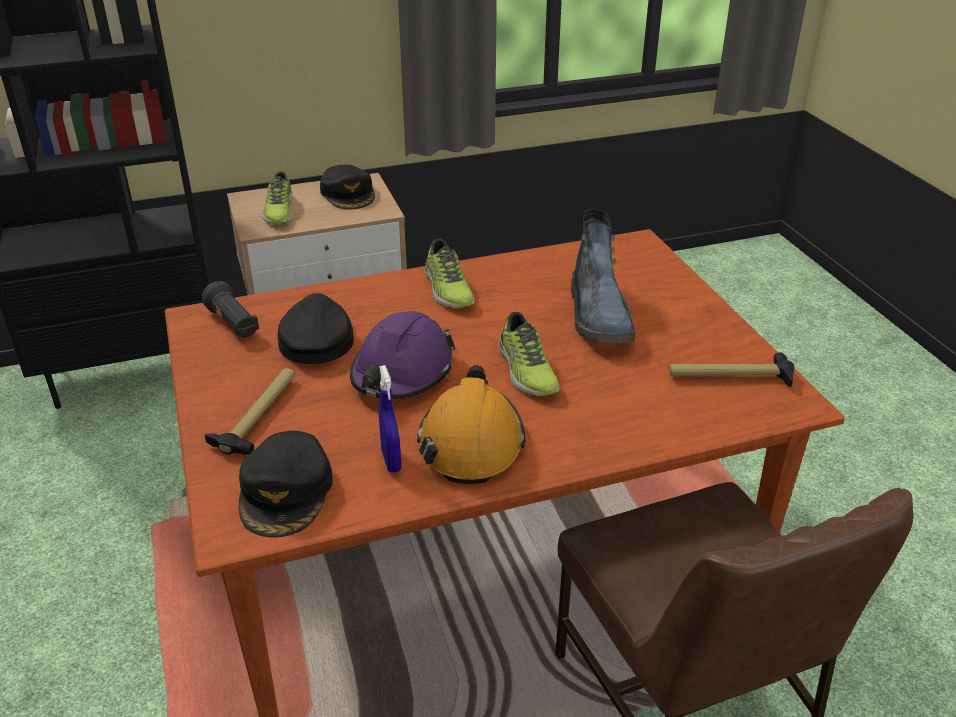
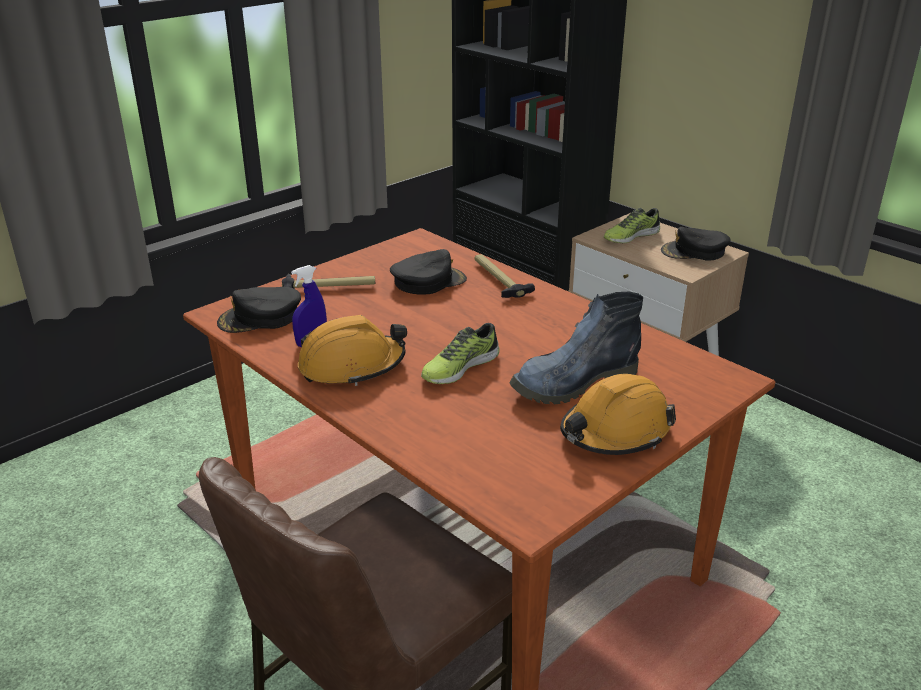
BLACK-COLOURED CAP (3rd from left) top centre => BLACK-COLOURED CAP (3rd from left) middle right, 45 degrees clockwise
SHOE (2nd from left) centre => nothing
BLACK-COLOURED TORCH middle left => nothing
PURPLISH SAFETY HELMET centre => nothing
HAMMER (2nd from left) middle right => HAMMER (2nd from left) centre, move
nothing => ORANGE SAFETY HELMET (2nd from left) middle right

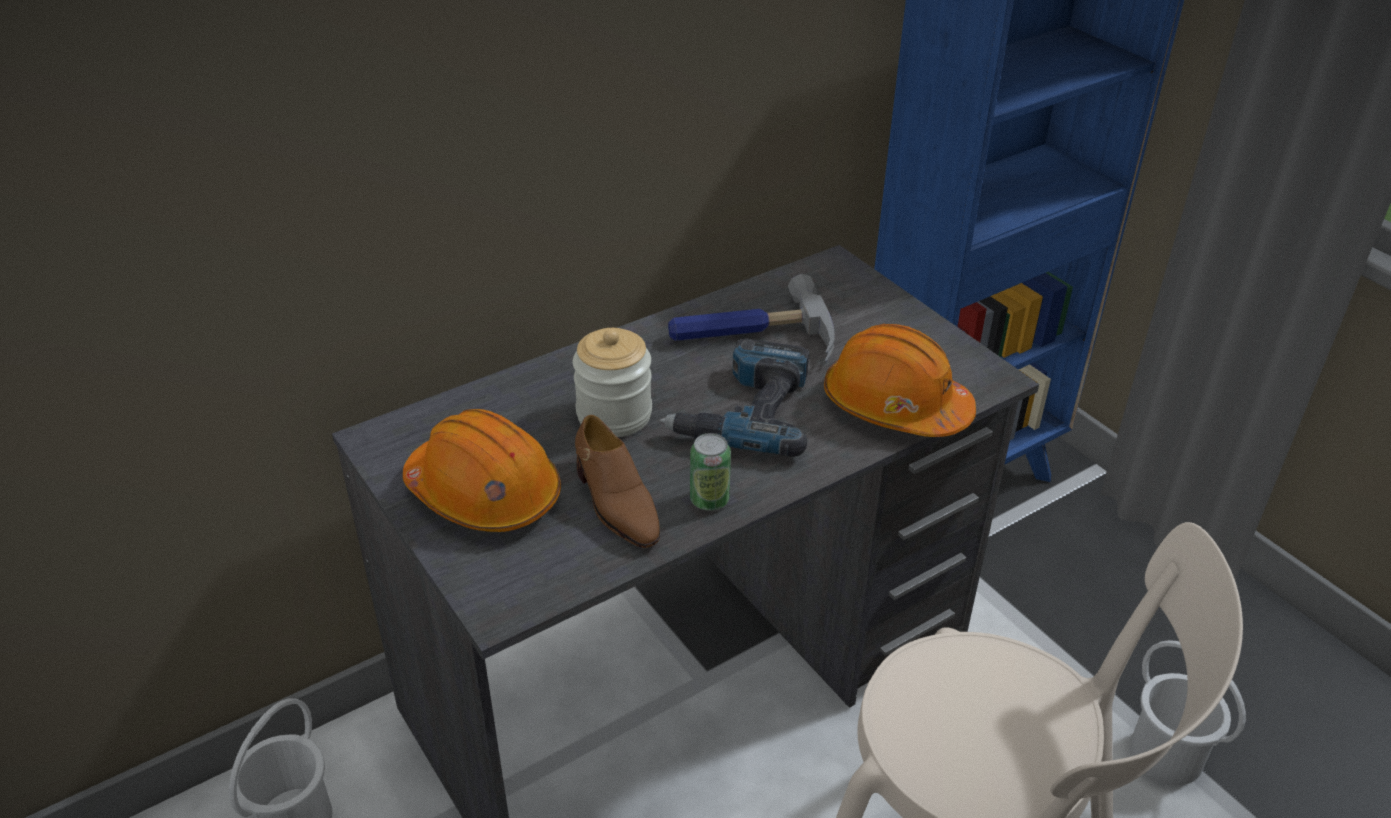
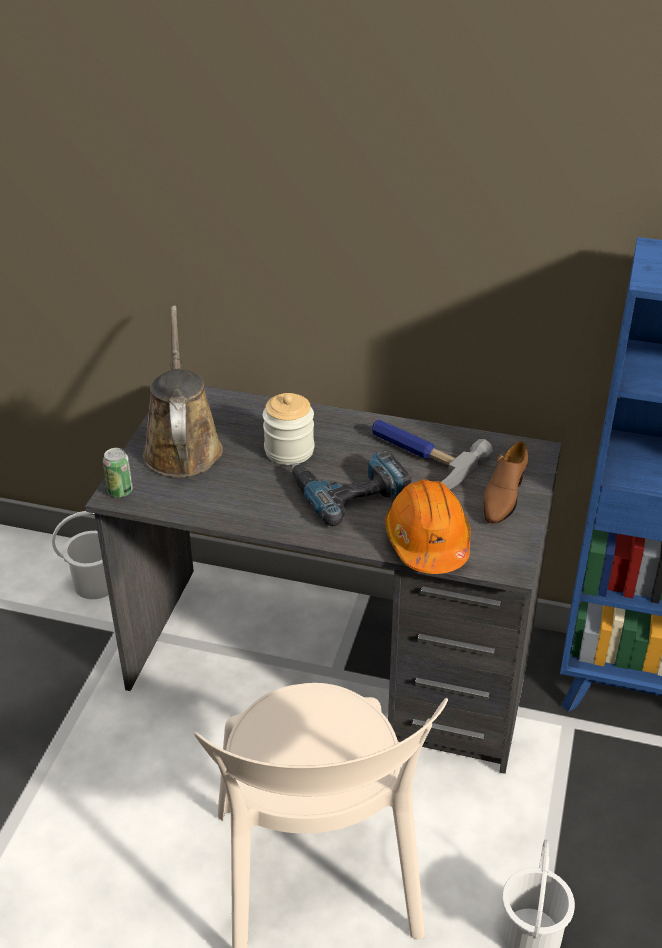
ORANGE SAFETY HELMET (1st from left) centre => BROWNISH WATERING CAN middle left
BROWNISH SHOE centre => BROWNISH SHOE middle right, move
SEALED CAN centre => SEALED CAN middle left, move

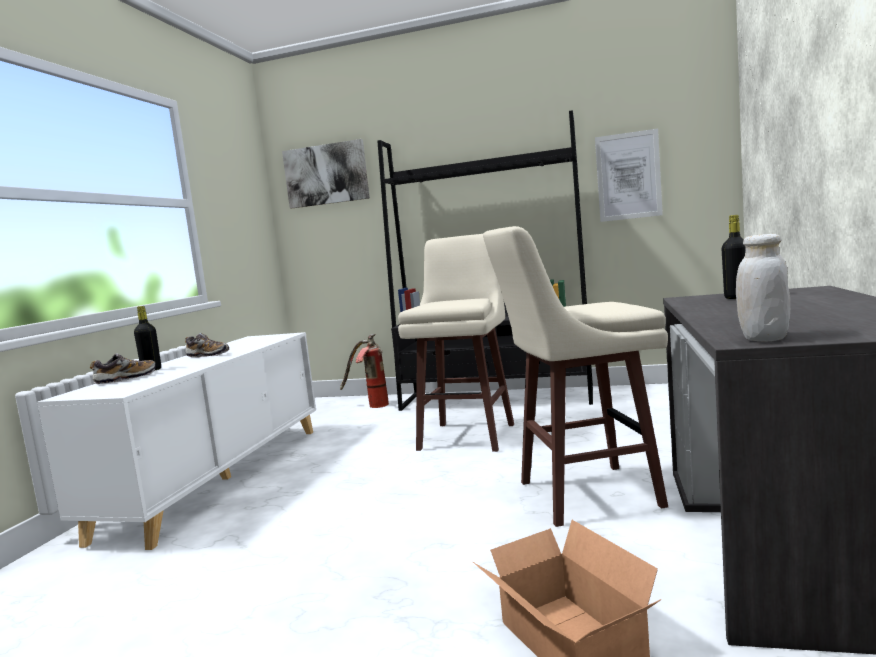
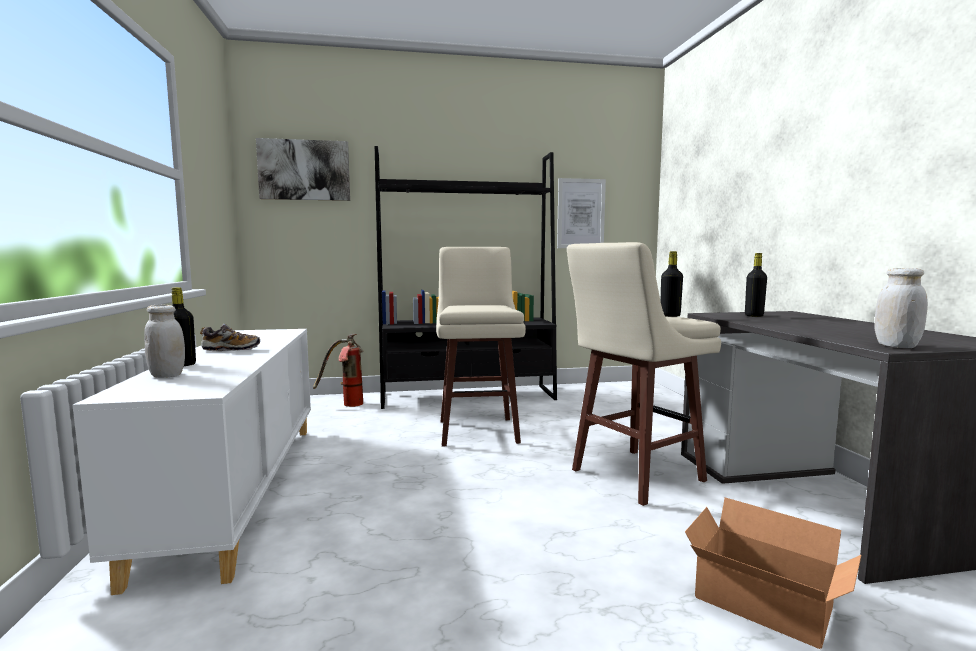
SHOE (1st from left) middle left => WHITISH JAR (1st from left) middle left
nothing => BLACK-COLOURED BEVERAGE BOTTLE (2nd from left) middle right

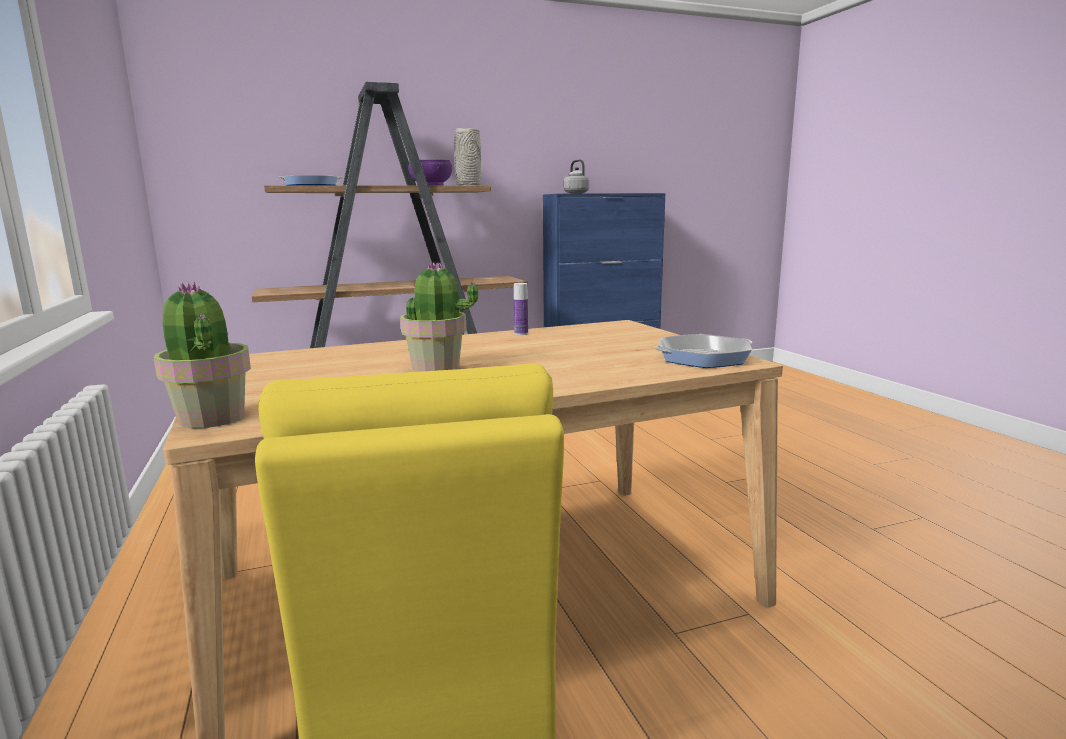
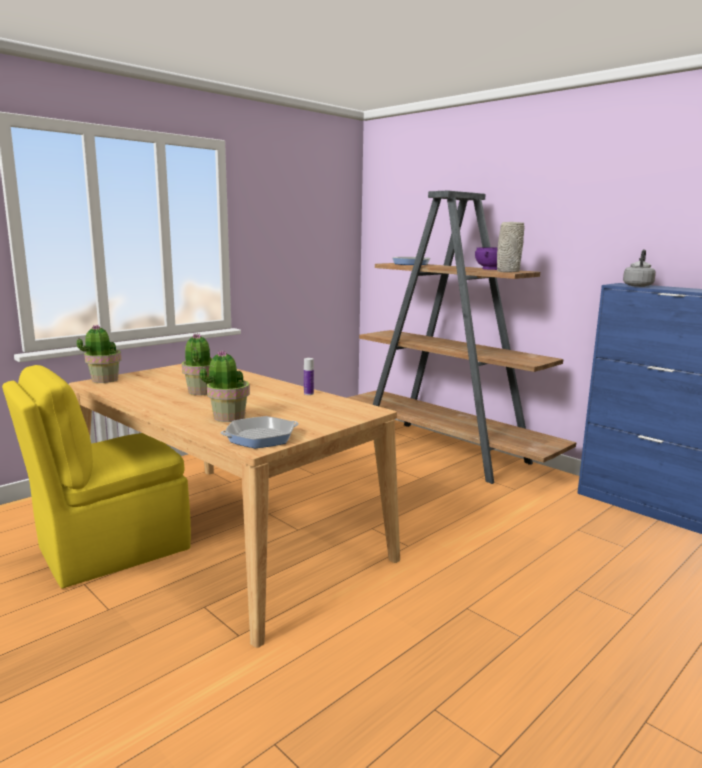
SKILLET (2nd from left in the first image) centre => SKILLET (1st from left) centre, 105 degrees clockwise
nothing => POTTED PLANT (3rd from left) middle left

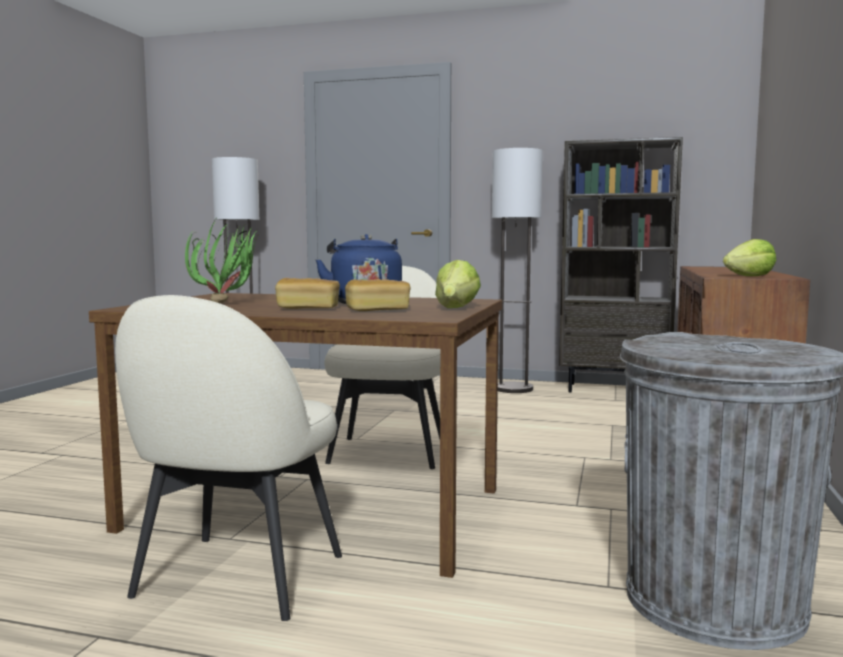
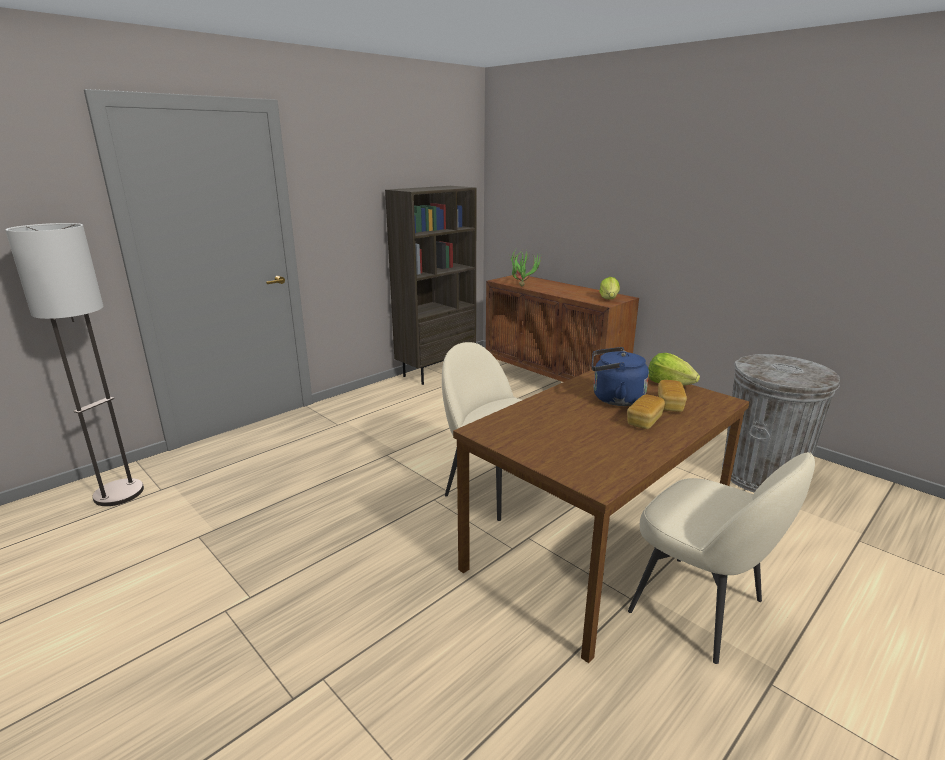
STANDING LAMP (2nd from left) centre => nothing
POTTED PLANT middle left => POTTED PLANT centre, move

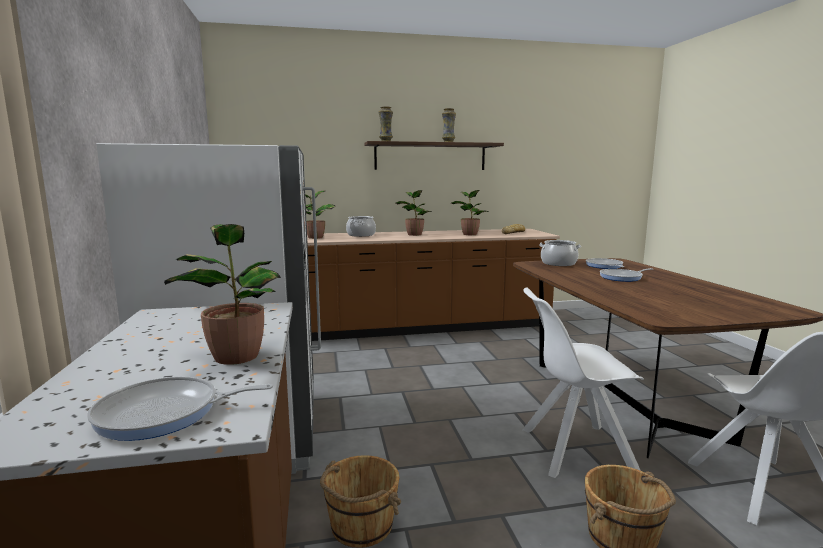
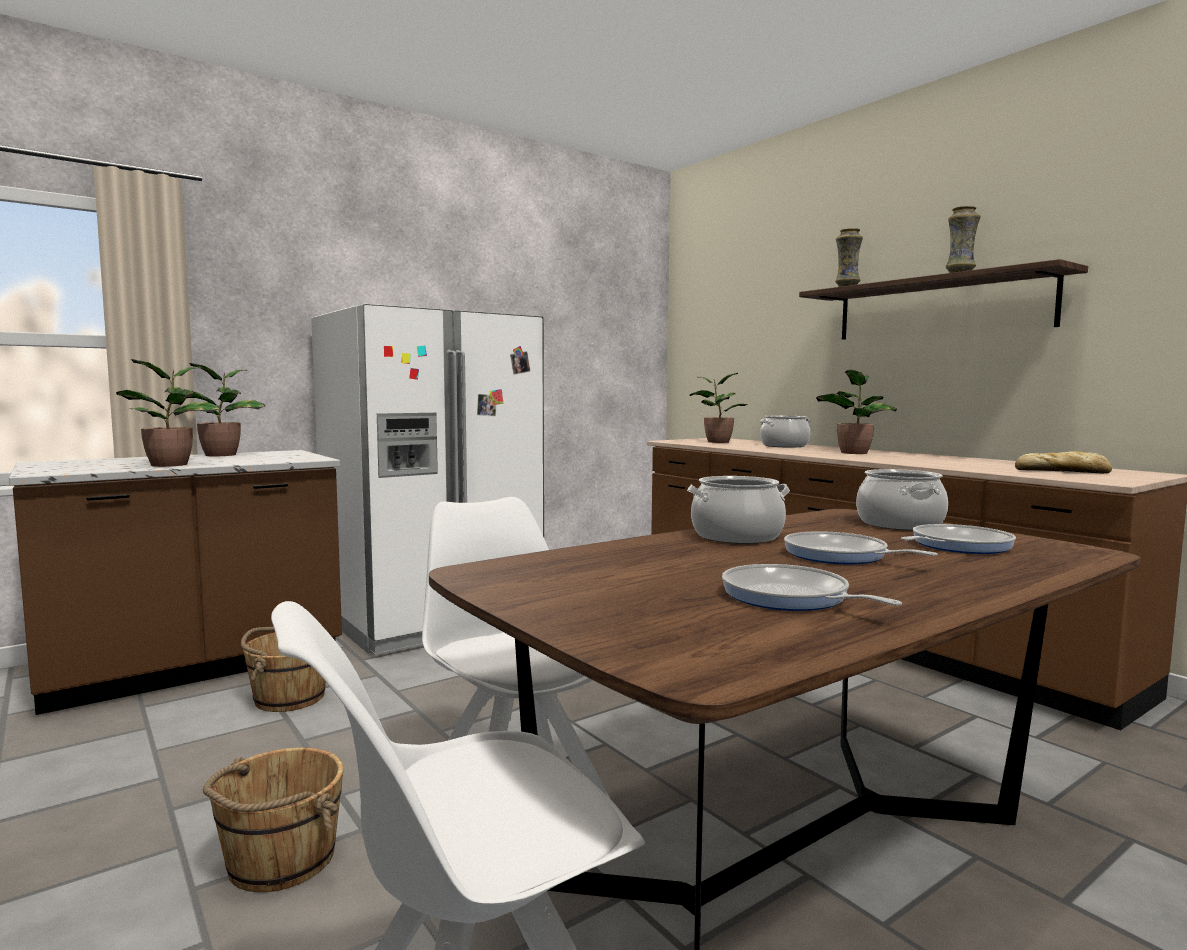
POTTED PLANT (4th from left in the first image) centre => POTTED PLANT (2nd from left) middle left, move
SKILLET (1st from left) bottom left => SKILLET (1st from left) middle right, move
nothing => STOCKPOT (1st from left) centre

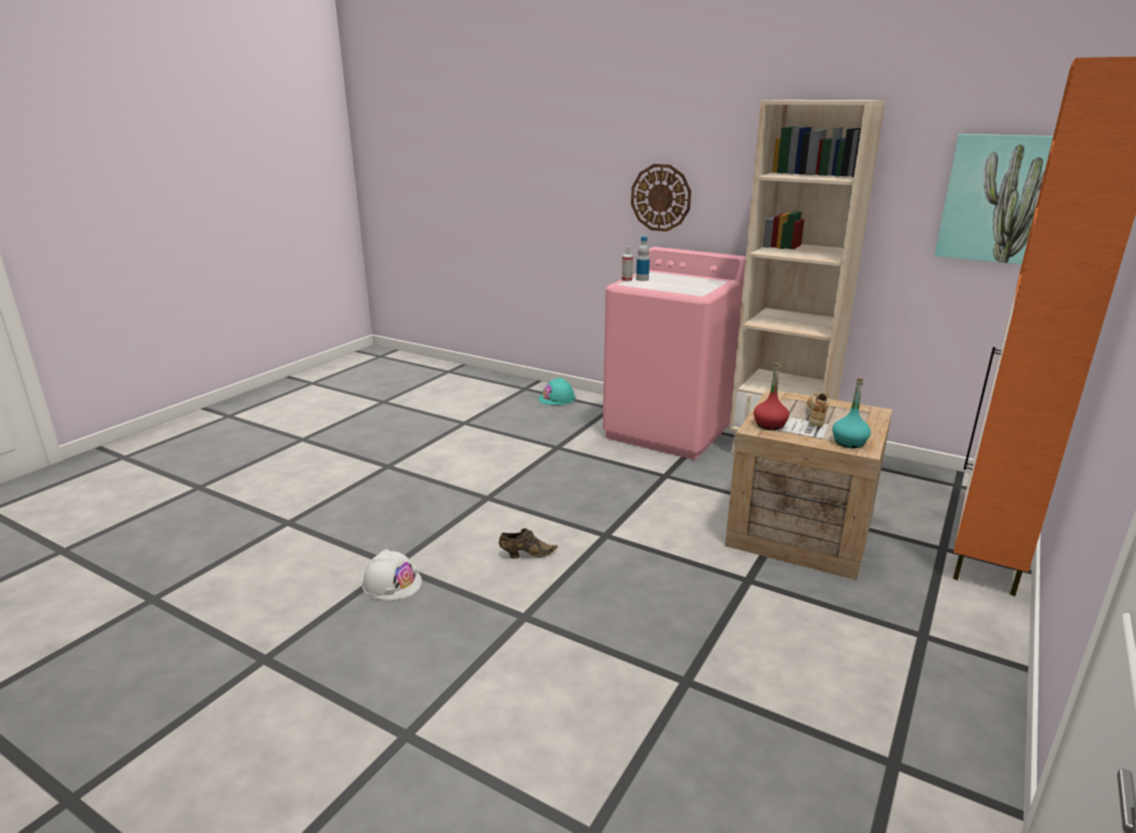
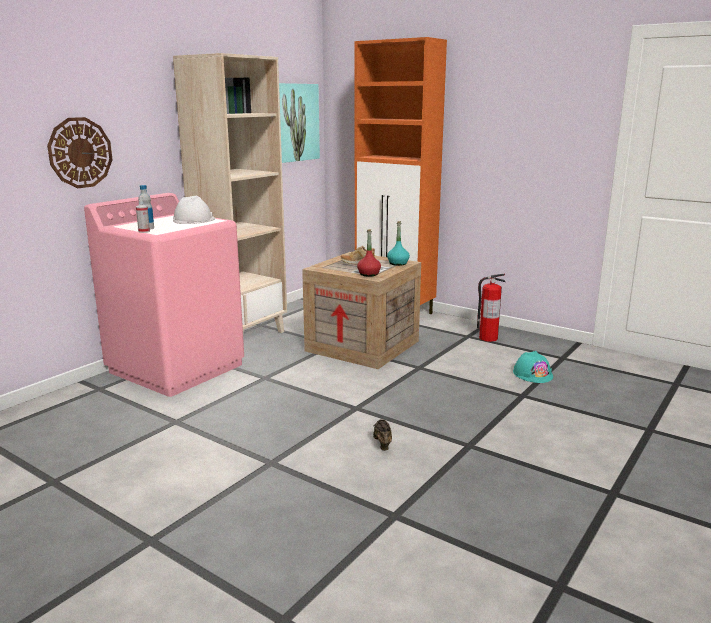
TURQUOISE-COLOURED SAFETY HELMET centre => TURQUOISE-COLOURED SAFETY HELMET middle right, move
WHITISH SAFETY HELMET bottom centre => WHITISH SAFETY HELMET middle left, move
nothing => EXTINGUISHER middle right

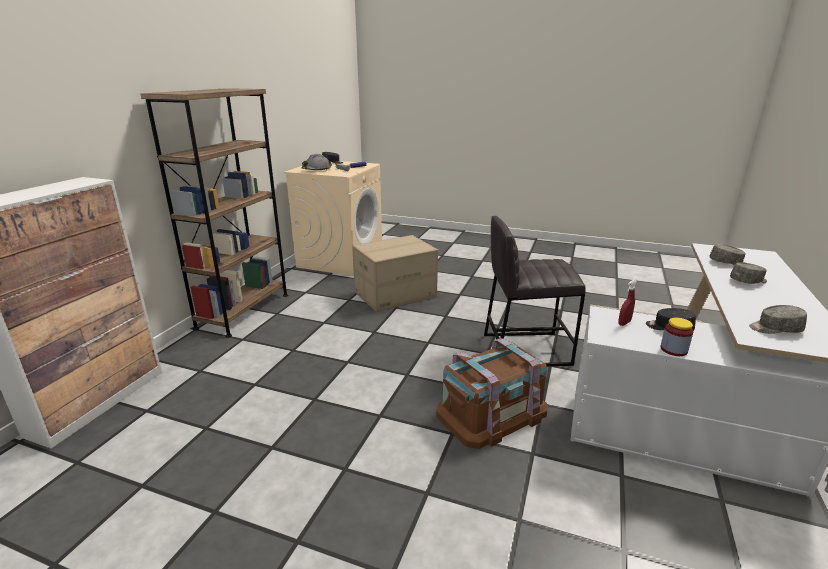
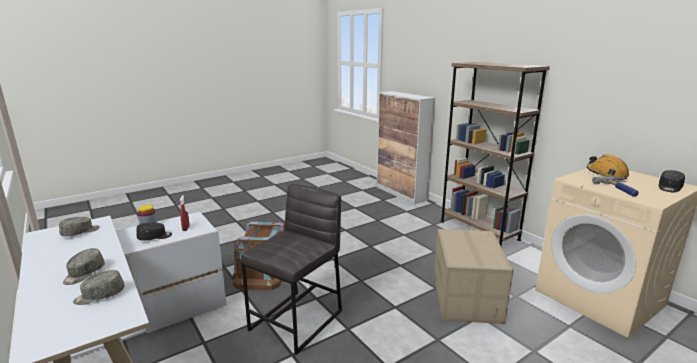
GREYISH SAFETY HELMET top centre => ORANGE SAFETY HELMET middle right

